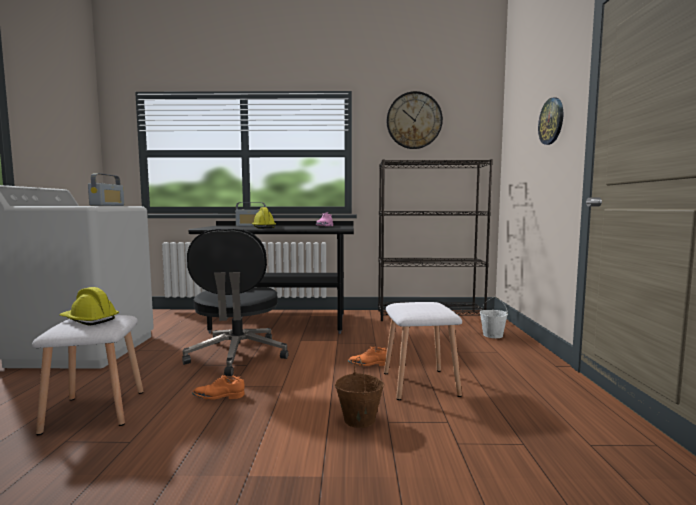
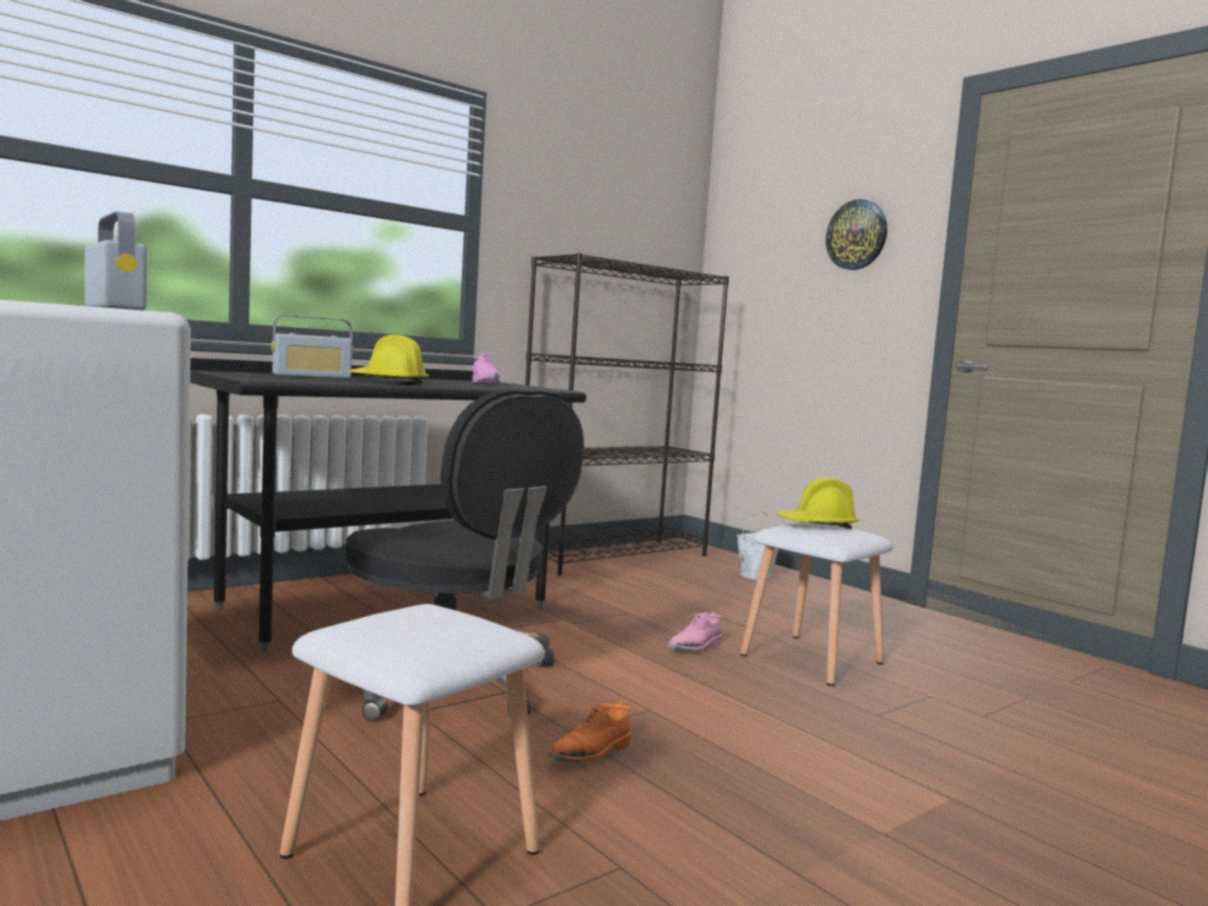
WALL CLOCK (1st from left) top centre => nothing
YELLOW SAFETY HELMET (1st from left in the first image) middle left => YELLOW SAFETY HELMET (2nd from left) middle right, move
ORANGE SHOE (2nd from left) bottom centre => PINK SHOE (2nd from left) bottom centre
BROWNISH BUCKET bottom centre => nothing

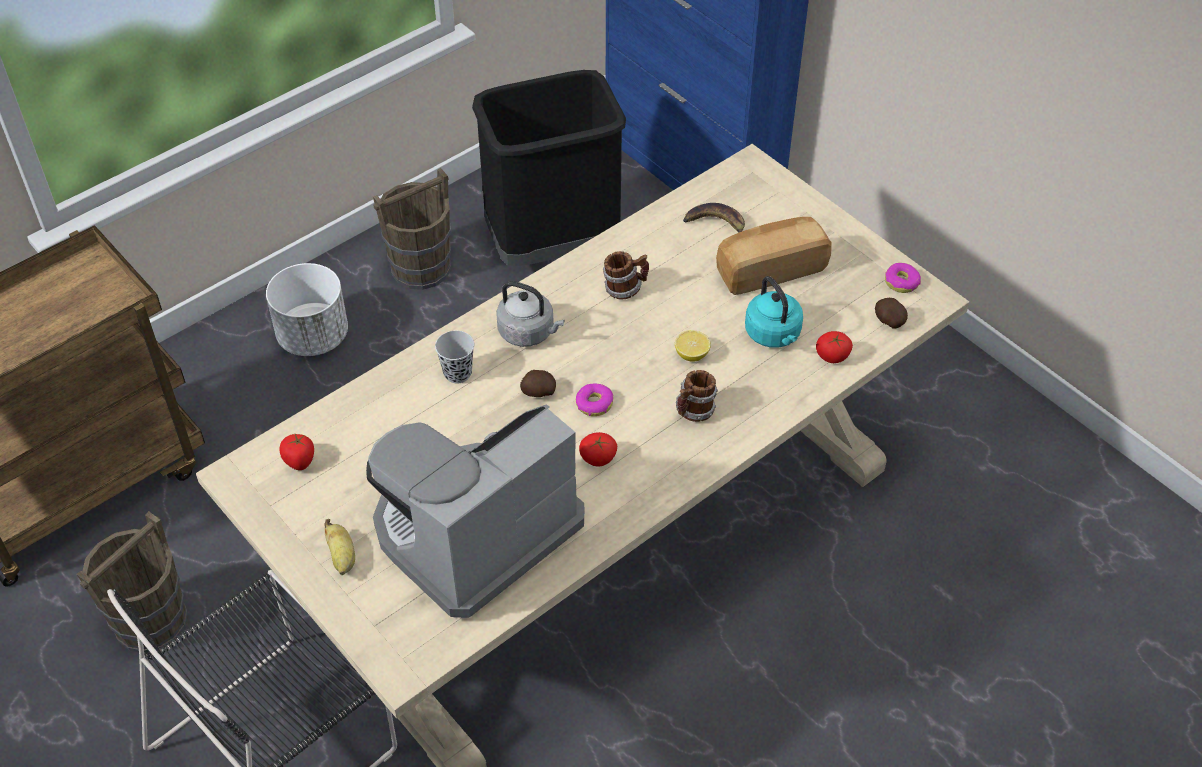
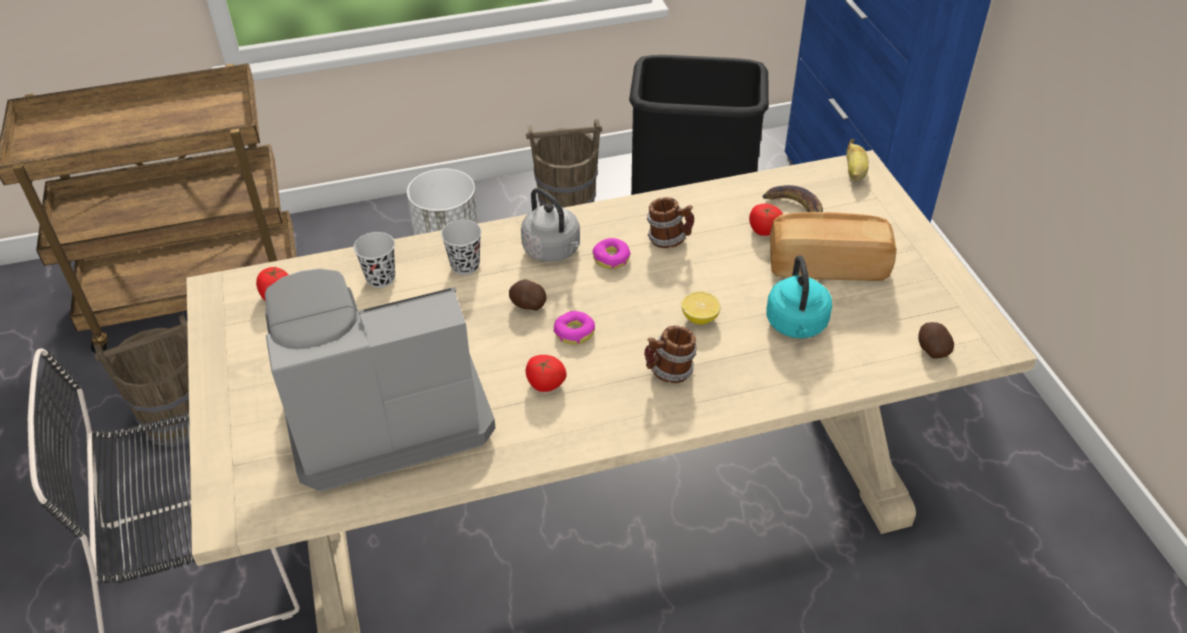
RING DOUGHNUT (2nd from left) middle right => RING DOUGHNUT (2nd from left) centre, move
TOMATO (3rd from left) middle right => TOMATO (3rd from left) centre, move
BANANA (1st from left in the first image) bottom left => BANANA (2nd from left) top right, move
nothing => BLACK-COLOURED CUP (1st from left) middle left

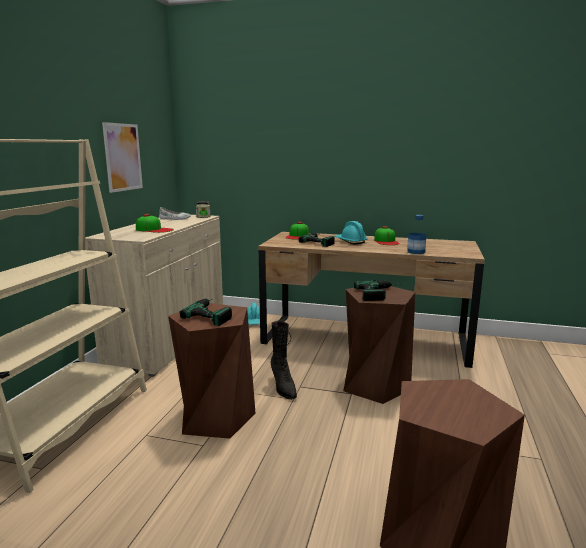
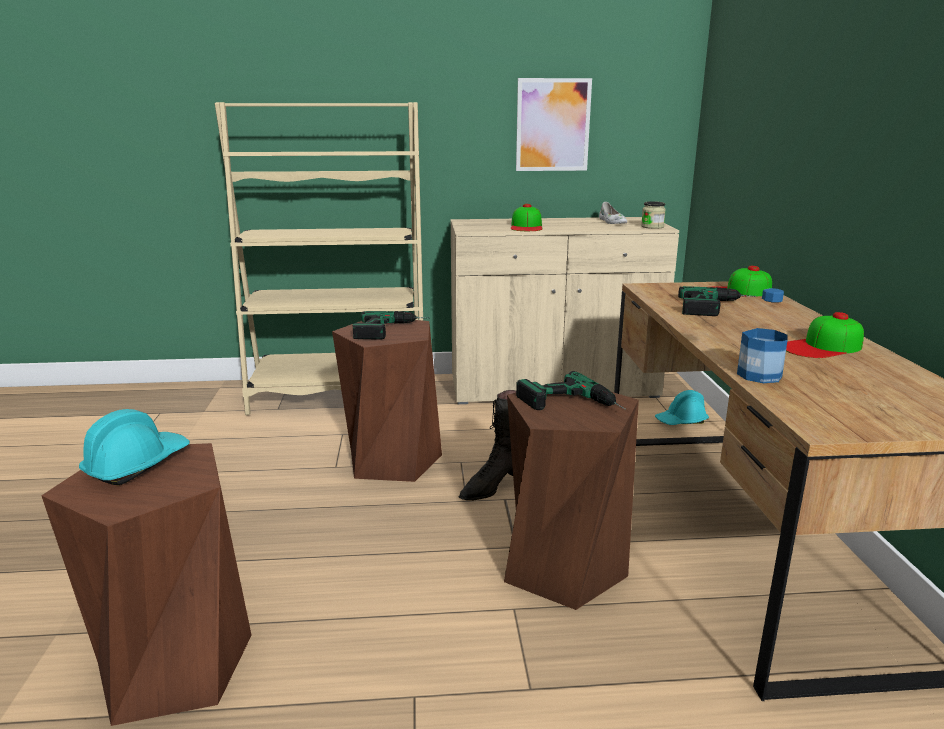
TURQUOISE-COLOURED SAFETY HELMET (2nd from left in the first image) centre => TURQUOISE-COLOURED SAFETY HELMET (1st from left) middle left, move

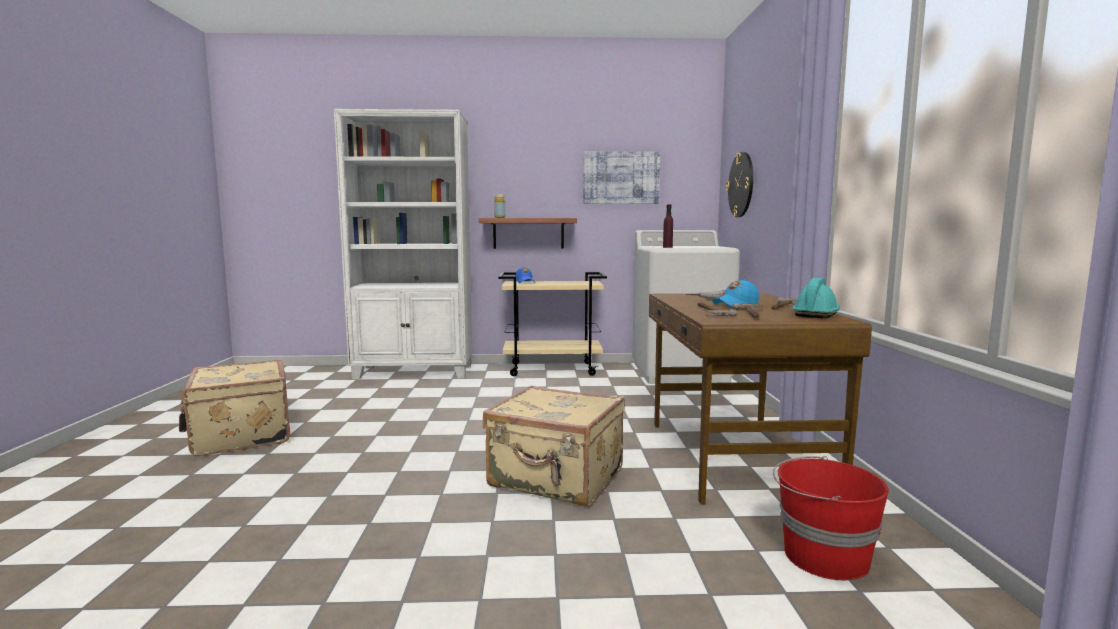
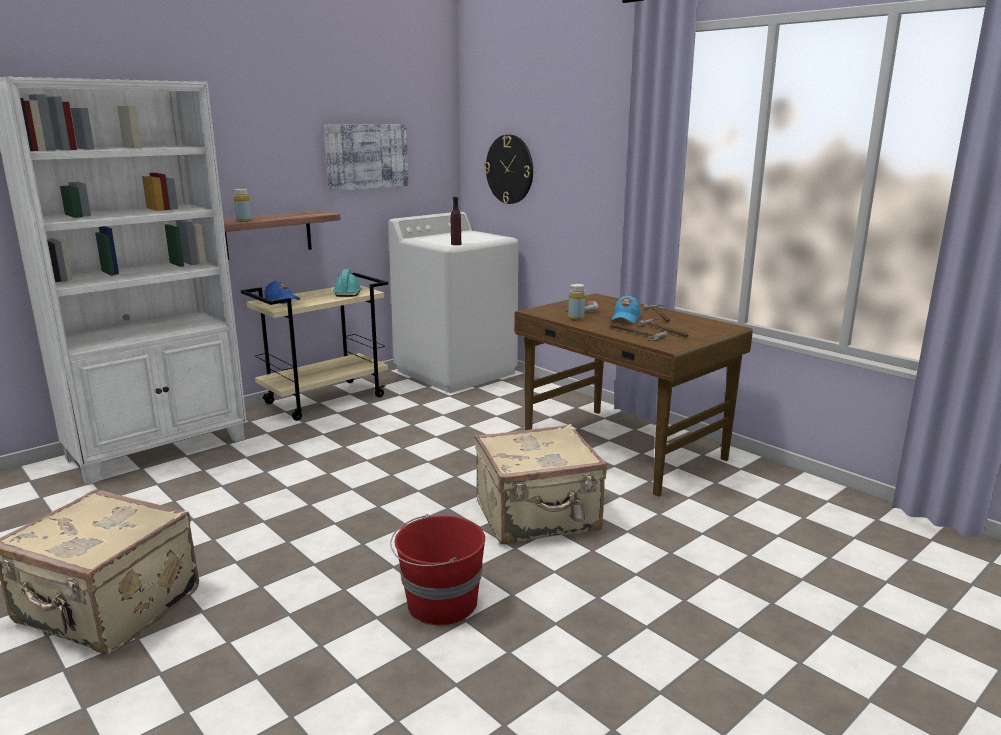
TURQUOISE-COLOURED SAFETY HELMET middle right => TURQUOISE-COLOURED SAFETY HELMET centre, move
REDDISH BUCKET bottom right => REDDISH BUCKET bottom centre, move
nothing => YELLOW BEVERAGE BOTTLE (2nd from left) centre

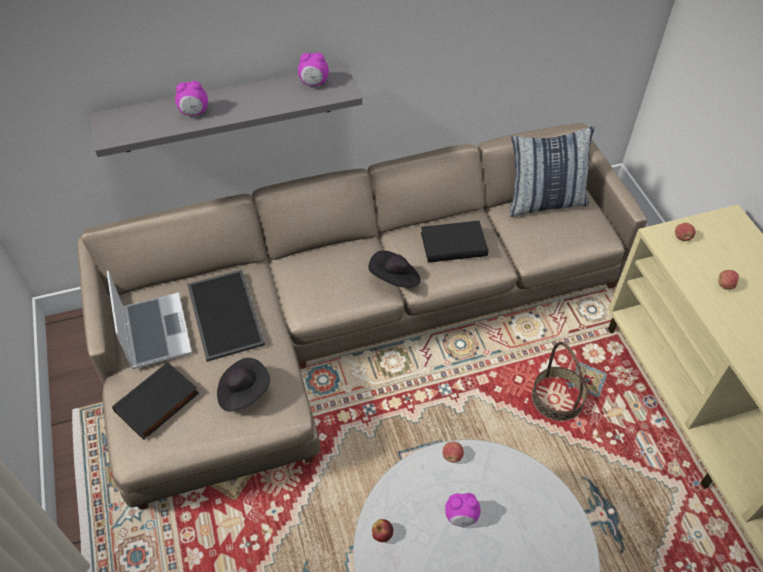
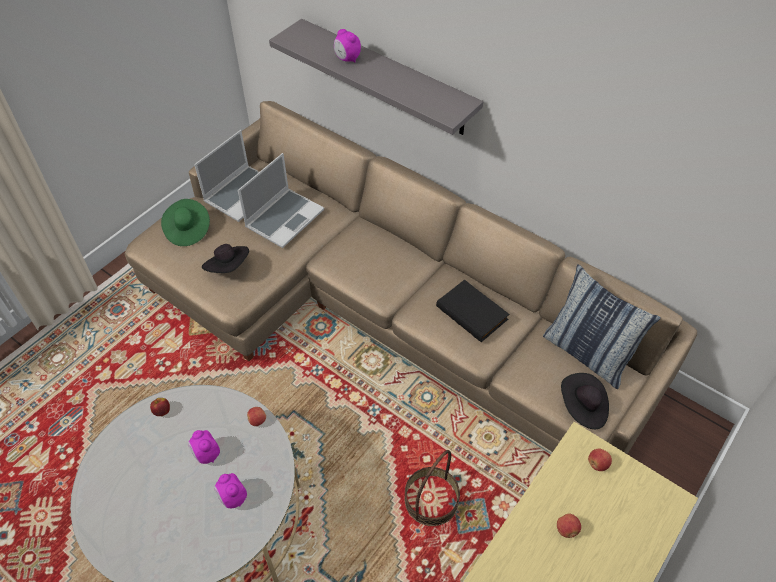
BEDSIDE CLOCK (2nd from left) top centre => BEDSIDE CLOCK (2nd from left) bottom left, move
BLACK-COLOURED WEARABLE HAT (2nd from left) centre => BLACK-COLOURED WEARABLE HAT (2nd from left) bottom right, move
SERVING TRAY middle left => LAPTOP (2nd from left) centre
BLACK-COLOURED BOUND BOOK (1st from left) bottom left => GREENISH WEARABLE HAT middle left

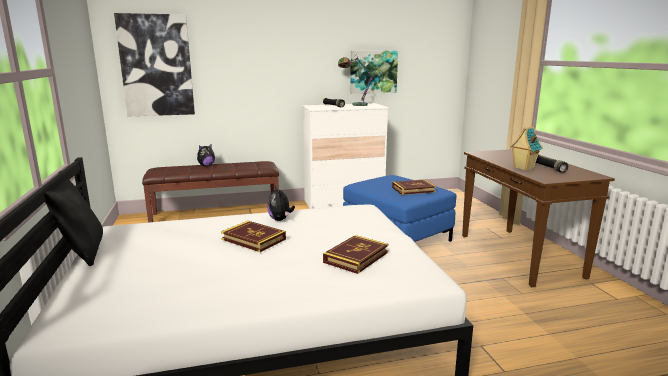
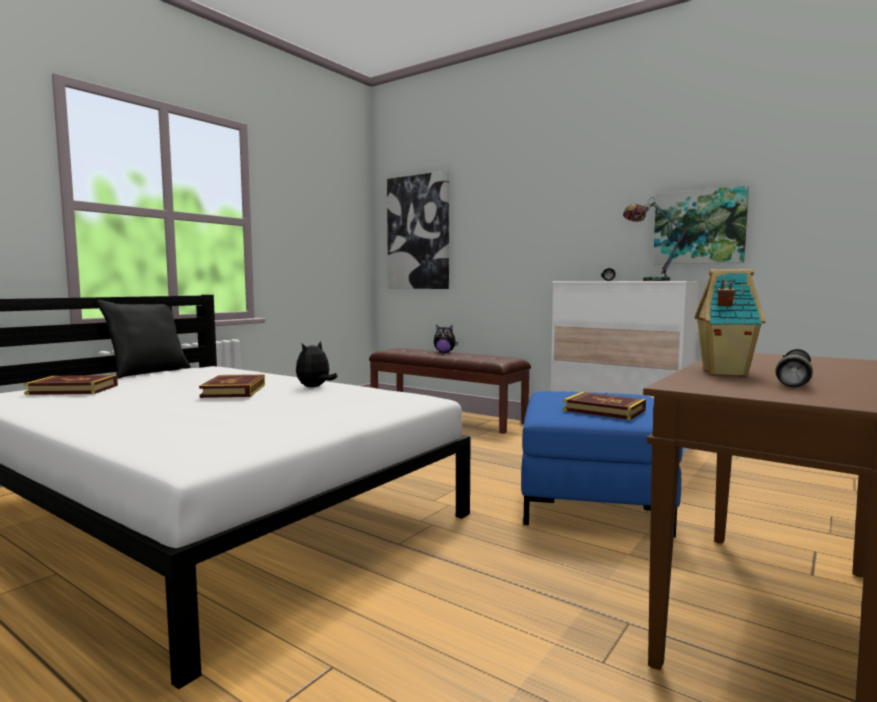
BOUND BOOK (2nd from left in the first image) bottom centre => BOUND BOOK (1st from left) middle left, move

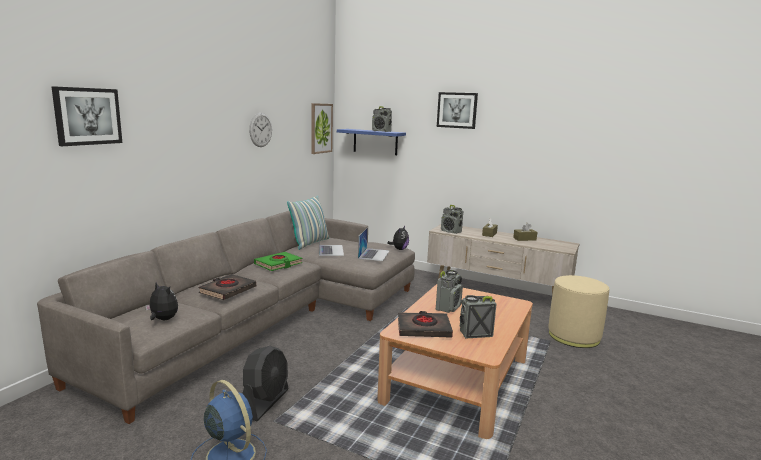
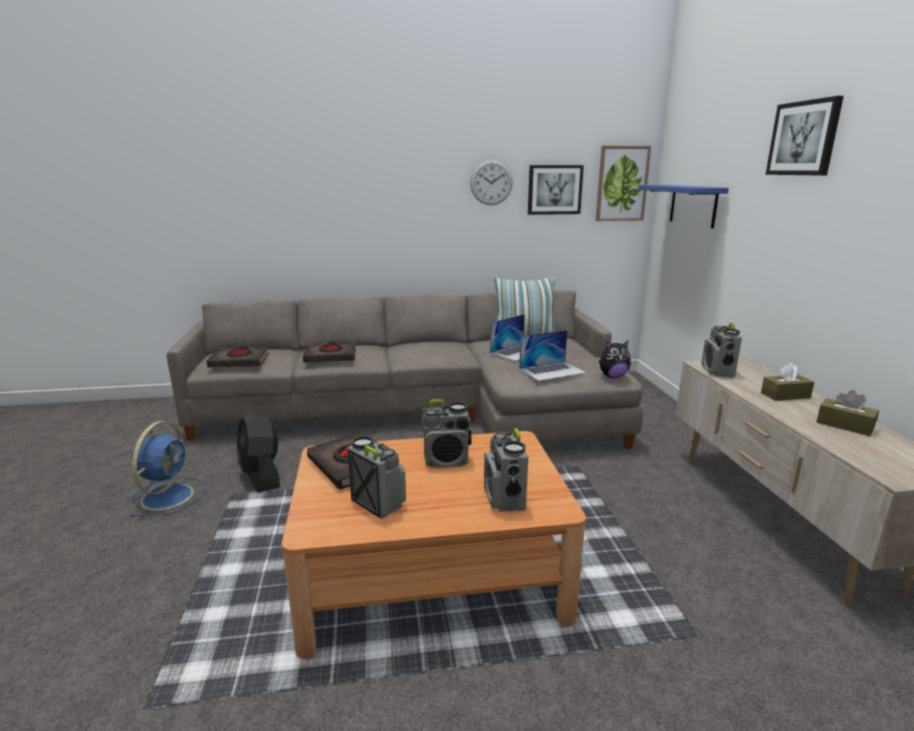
WALL ART (1st from left) top left => WALL ART (1st from left) top centre, move
RADIO SET (1st from left in the first image) top centre => RADIO SET (3rd from left) centre, move
GREENISH BOUND BOOK centre => nothing
BEIGE POUFFE bottom right => nothing
SOFT TOY (1st from left) middle left => BLACK-COLOURED BOUND BOOK (1st from left) middle left
BLACK-COLOURED COOLING FAN bottom centre => BLACK-COLOURED COOLING FAN middle left, 75 degrees clockwise

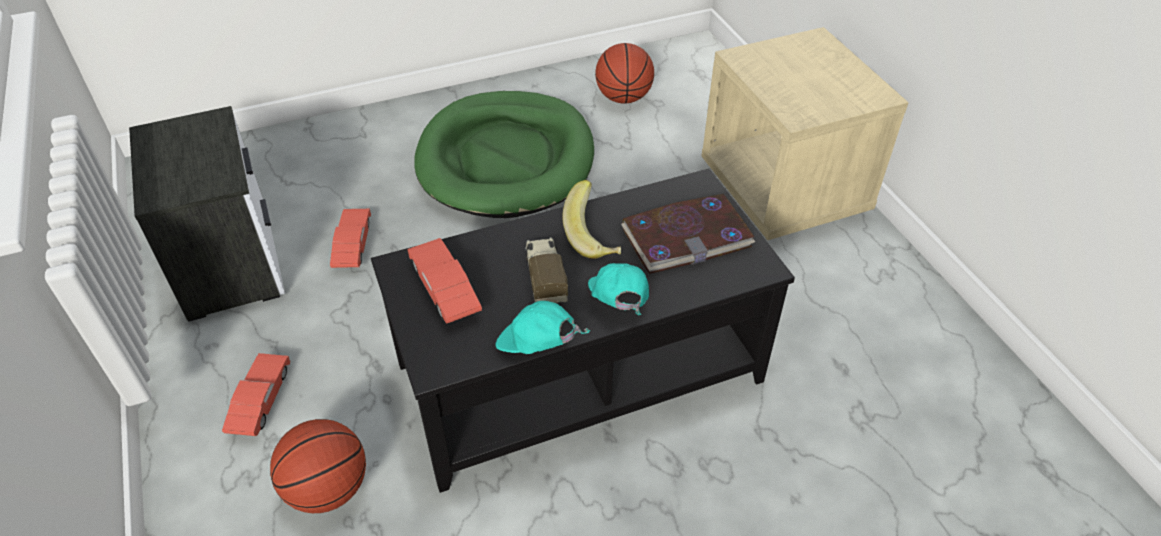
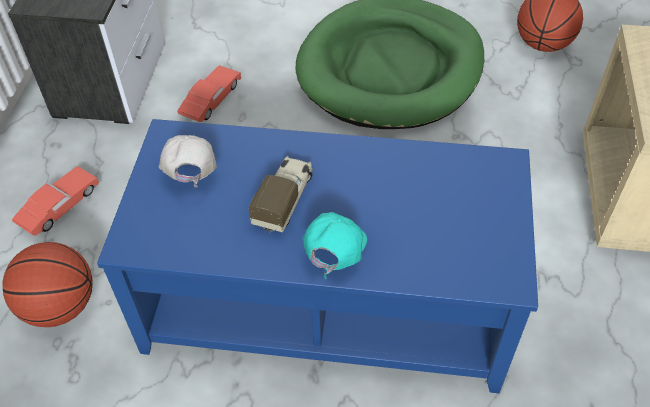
BLACK-COLOURED LOW TABLE centre => BLUE-COLOURED LOW TABLE centre
BANANA centre => nothing
BOUND BOOK centre => nothing
REDDISH TOY CAR (3rd from left) centre => WHITISH CAP middle left
TURQUOISE-COLOURED CAP (1st from left) centre => nothing

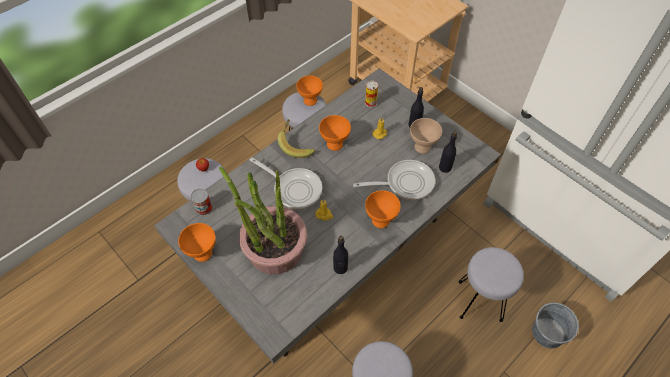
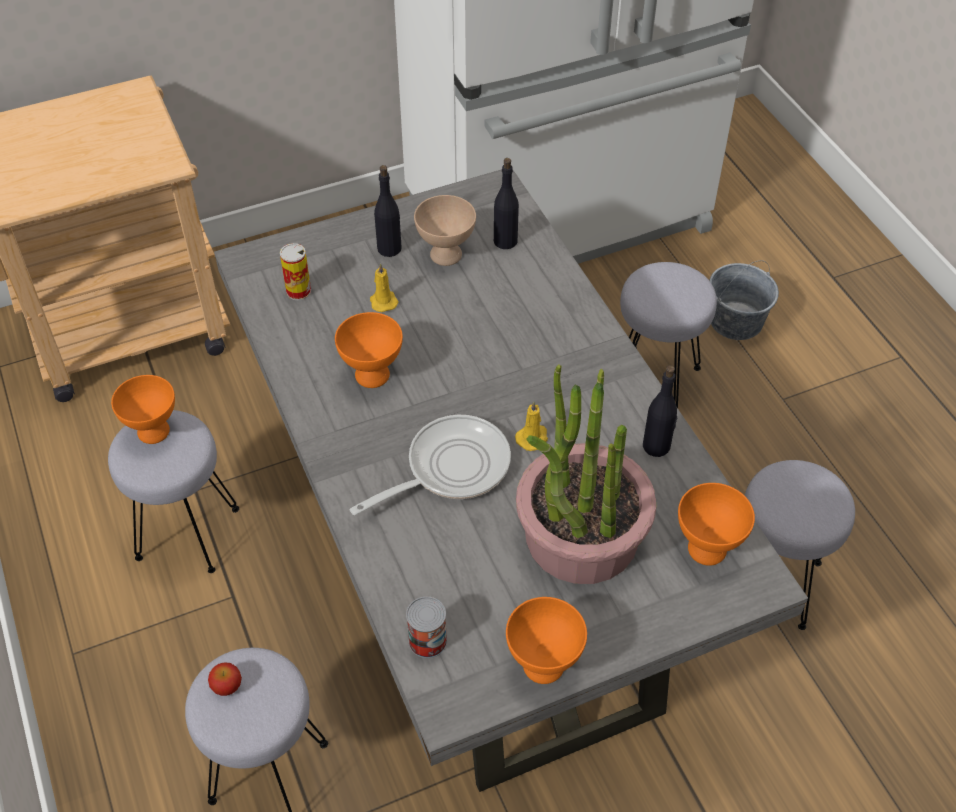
BANANA centre => nothing
SKILLET (2nd from left) centre => nothing
ORANGE SERVING BOWL (4th from left) centre => ORANGE SERVING BOWL (4th from left) middle right, move

